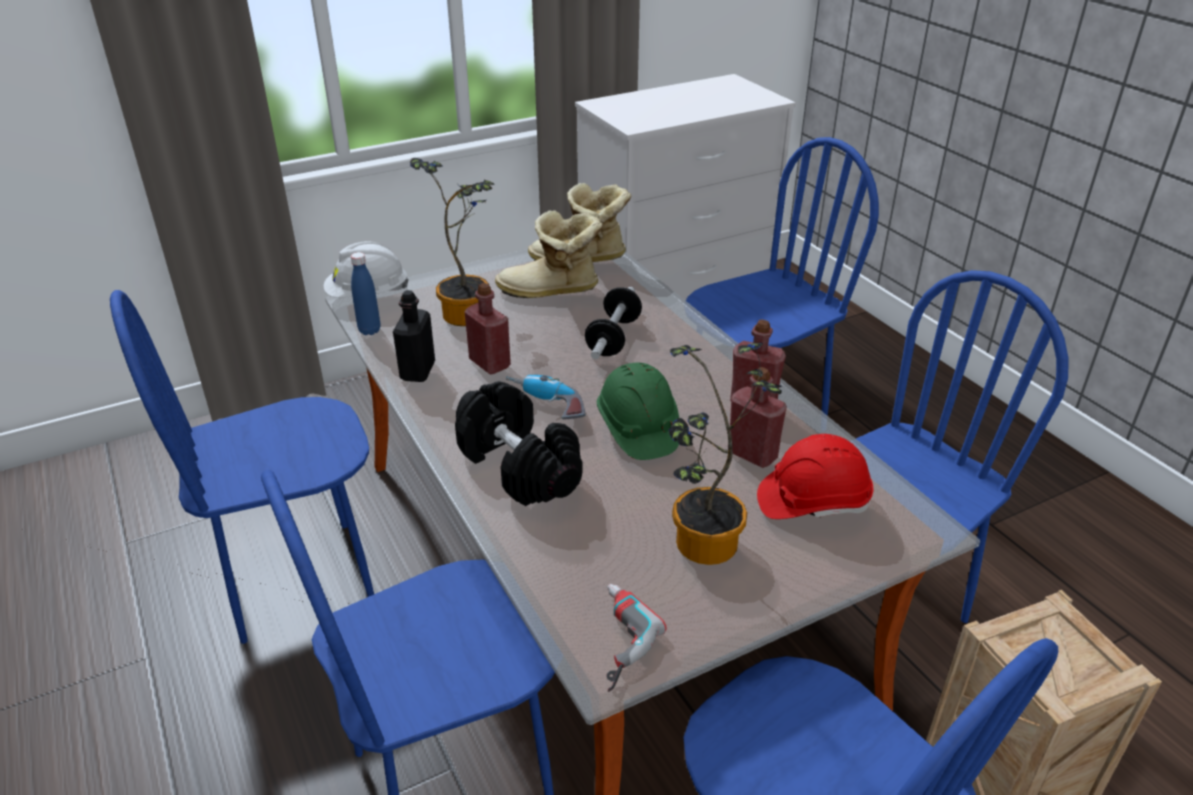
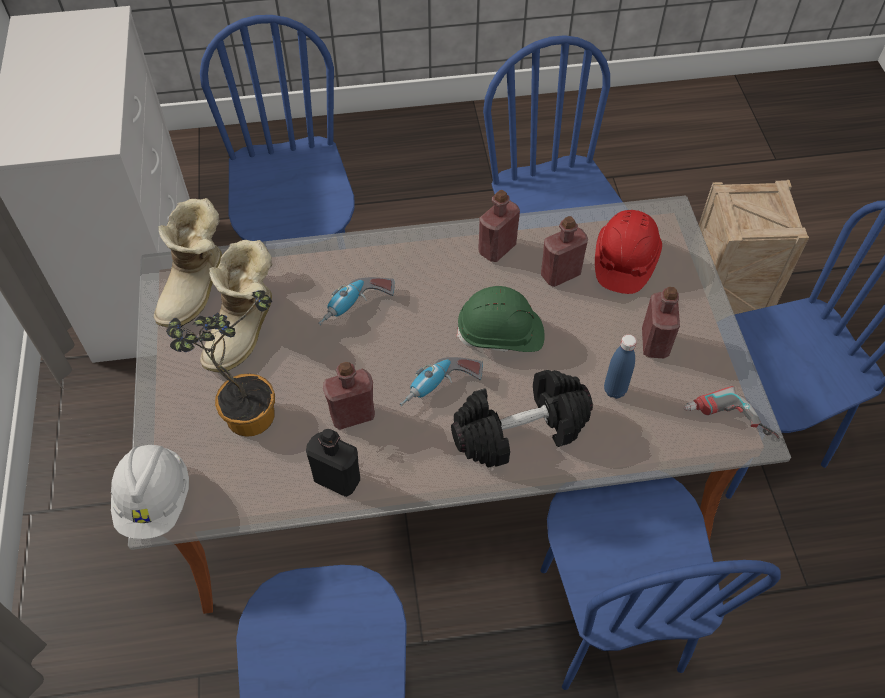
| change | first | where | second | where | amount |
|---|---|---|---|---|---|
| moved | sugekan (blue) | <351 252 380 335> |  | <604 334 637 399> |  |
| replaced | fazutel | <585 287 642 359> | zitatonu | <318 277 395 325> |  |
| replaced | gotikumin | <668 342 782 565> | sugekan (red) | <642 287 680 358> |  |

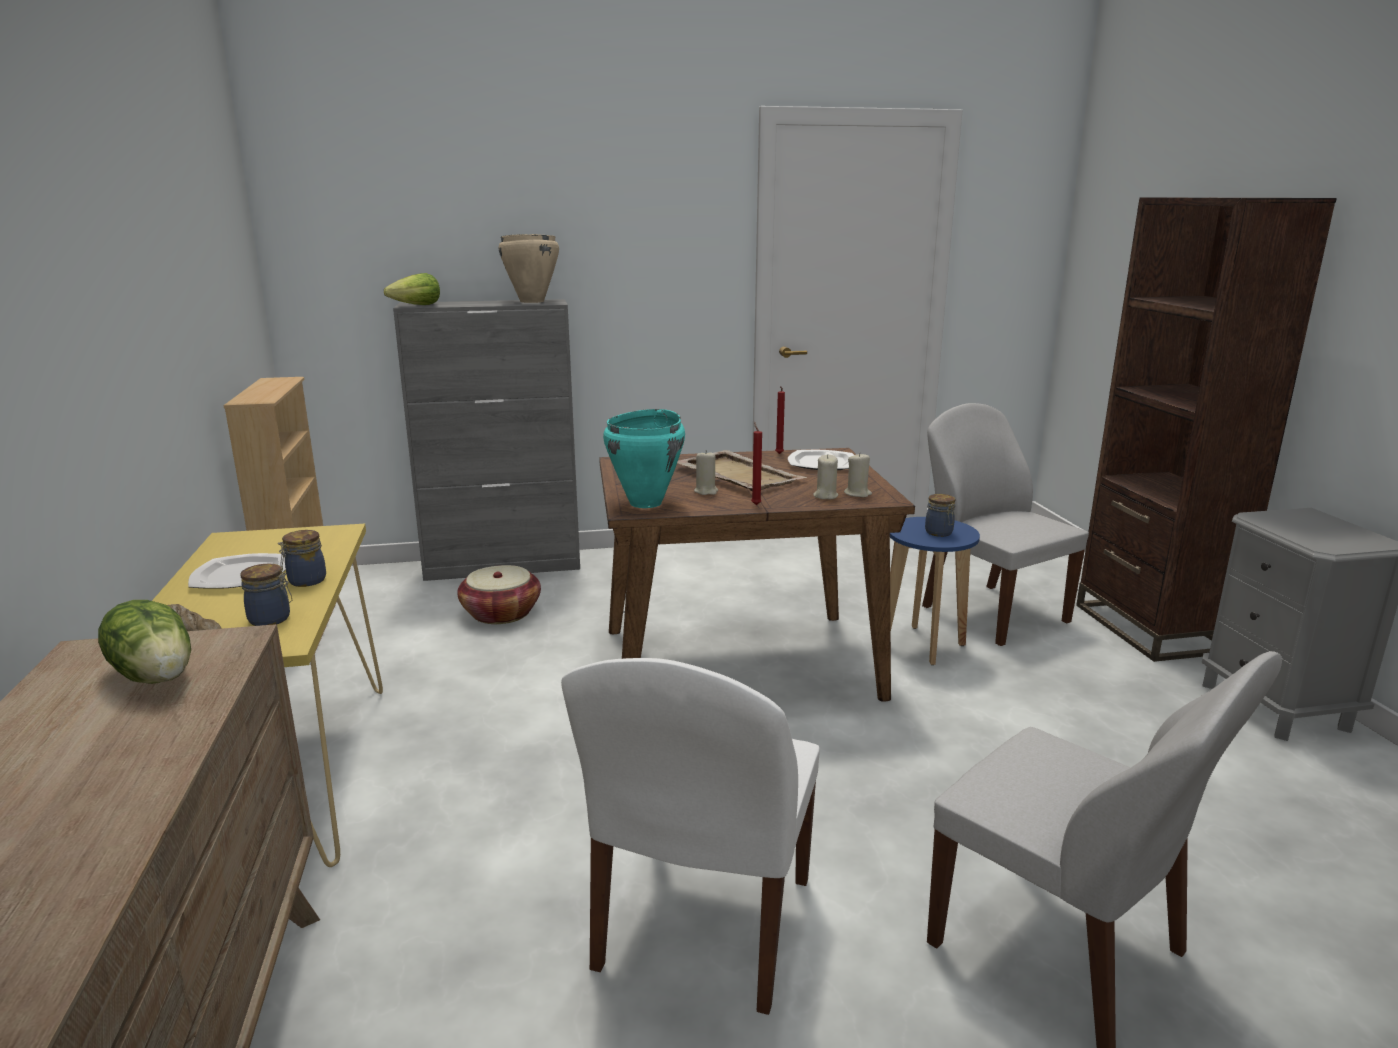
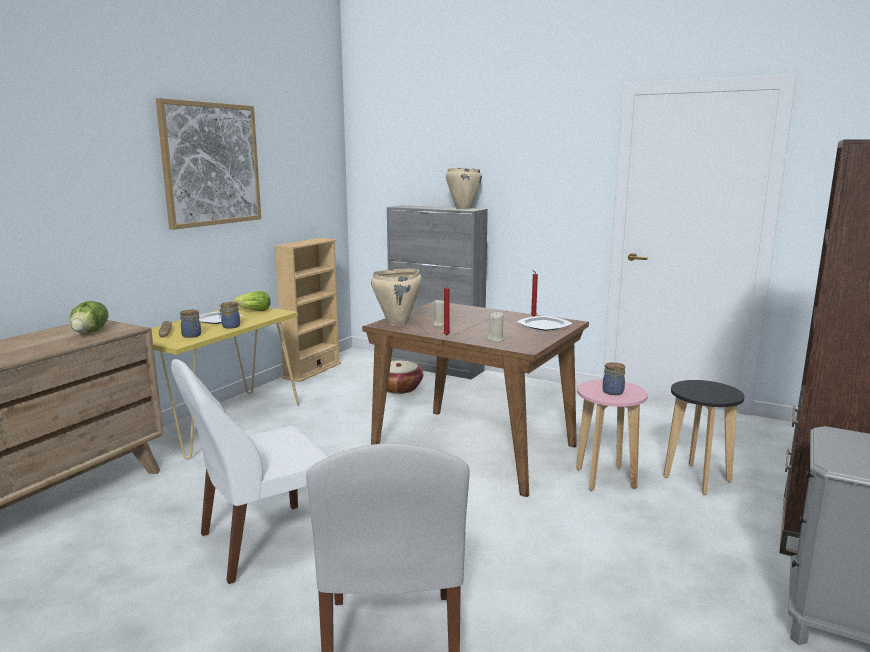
| change | first | where | second | where | amount |
|---|---|---|---|---|---|
| moved | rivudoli | <384 273 440 305> |  | <233 291 271 311> |  |
| replaced | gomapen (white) | <922 403 1089 646> | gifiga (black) | <663 380 745 495> |  |
| recoloured | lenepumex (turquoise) | <603 409 685 508> | lenepumex (beige) | <371 269 422 326> |  |
| removed | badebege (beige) | <677 450 807 491> |  |  |  |
| removed | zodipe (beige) | <844 453 872 497> |  |  |  |
| recoloured | gifiga (blue) | <890 517 980 665> | gifiga (pink) | <576 380 648 491> |  |
| added |  |  | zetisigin | <156 98 261 230> |  |

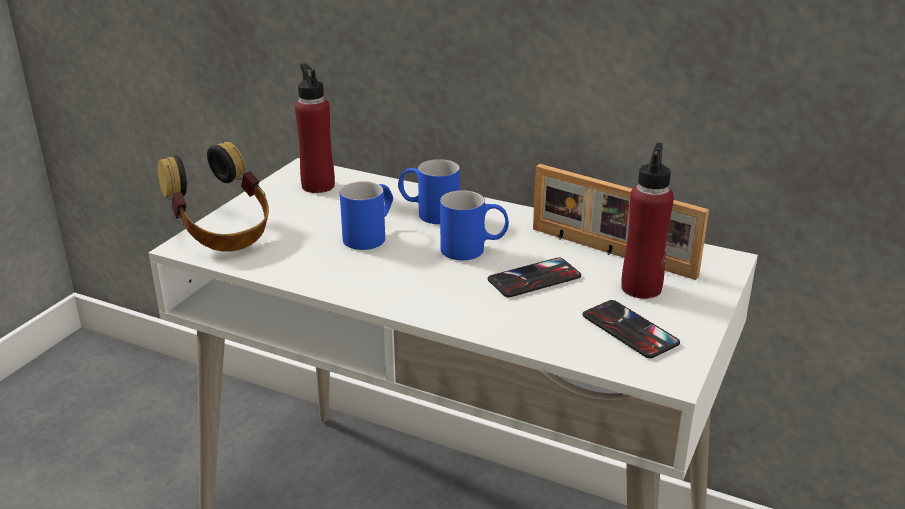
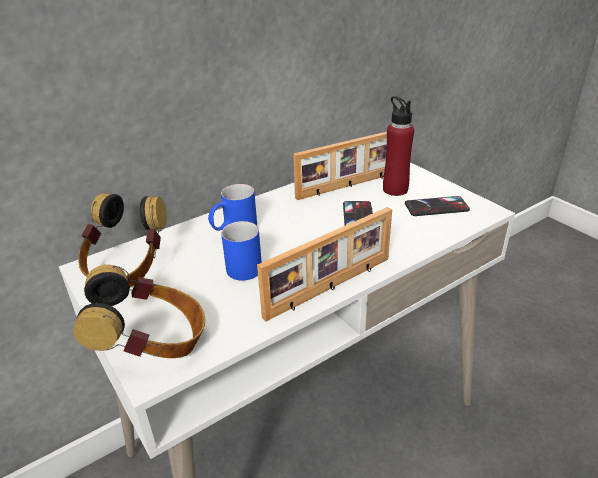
| change | first | where | second | where | amount |
|---|---|---|---|---|---|
| replaced | sugekan (red) | <295 63 335 193> | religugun | <78 193 167 287> |  |
| removed | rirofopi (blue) | <440 190 509 260> |  |  |  |
| added |  |  | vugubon | <257 207 392 322> |  |

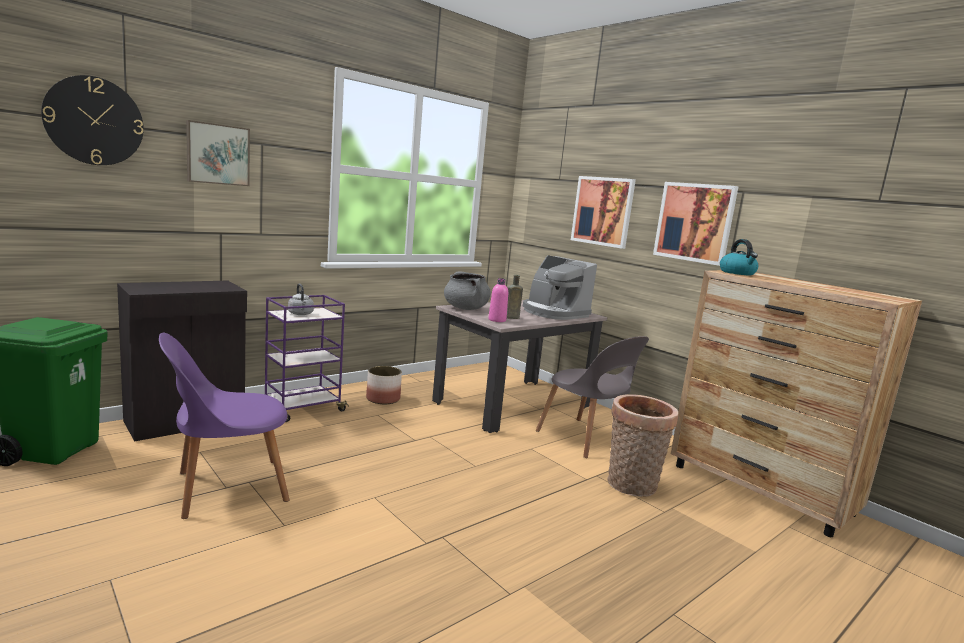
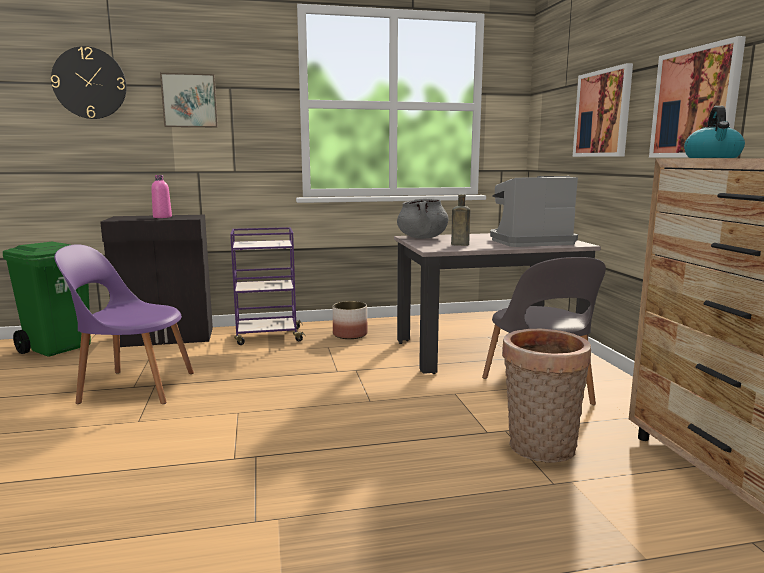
| change | first | where | second | where | amount |
|---|---|---|---|---|---|
| turned | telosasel | <523 255 597 320> |  | <490 176 578 247> | 90 degrees clockwise |
| moved | sugekan (pink) | <488 278 508 322> |  | <151 175 172 218> |  |
| removed | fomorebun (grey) | <288 283 314 315> |  |  |  |

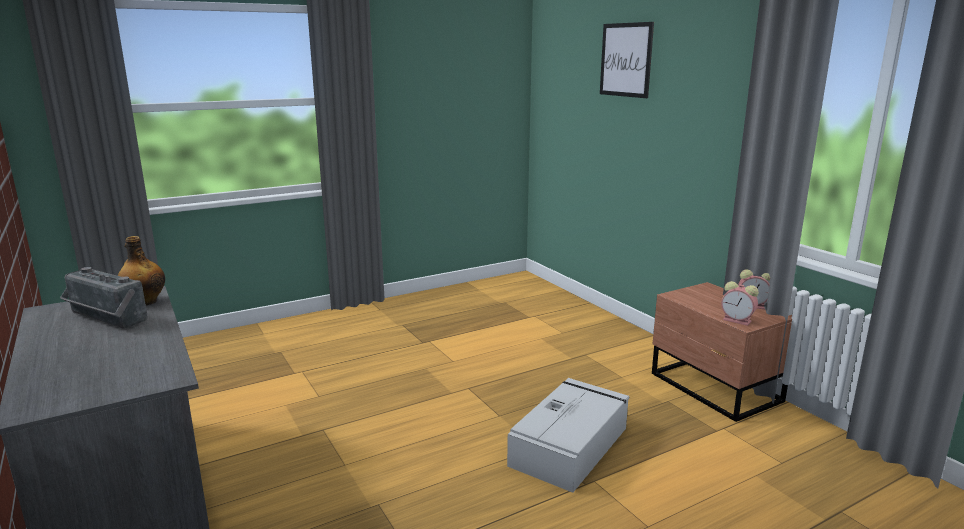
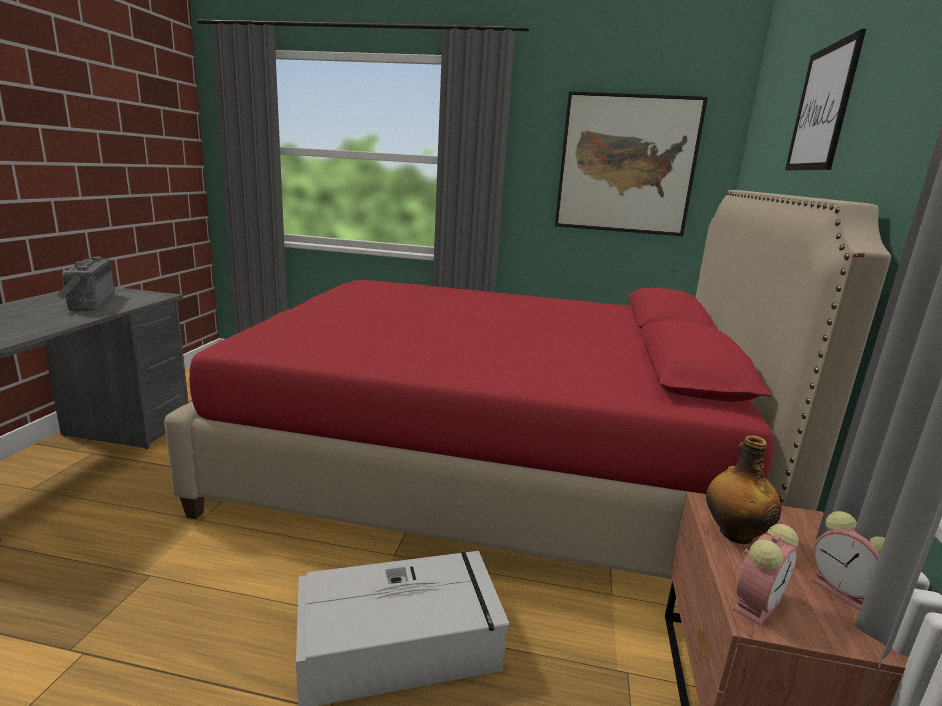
| change | first | where | second | where | amount |
|---|---|---|---|---|---|
| moved | sugekan | <118 236 165 305> |  | <706 435 781 544> |  |
| turned | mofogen | <721 281 759 326> |  | <733 524 799 626> | 120 degrees counterclockwise |
| added |  |  | zetisigin | <555 91 708 236> |  |
| added |  |  | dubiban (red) | <164 190 891 579> |  |

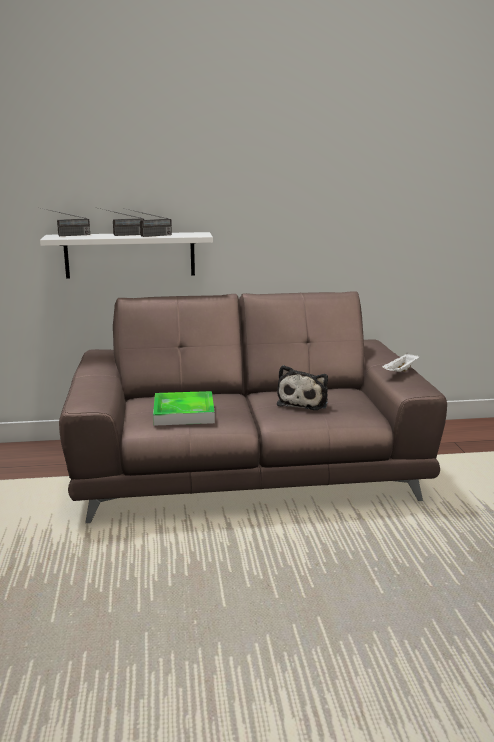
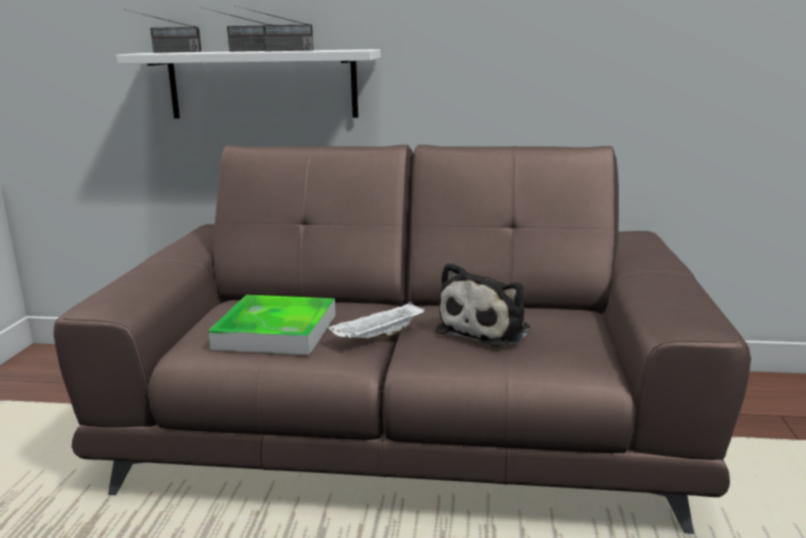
| change | first | where | second | where | amount |
|---|---|---|---|---|---|
| moved | badebege (white) | <382 352 419 372> |  | <328 301 424 339> |  |

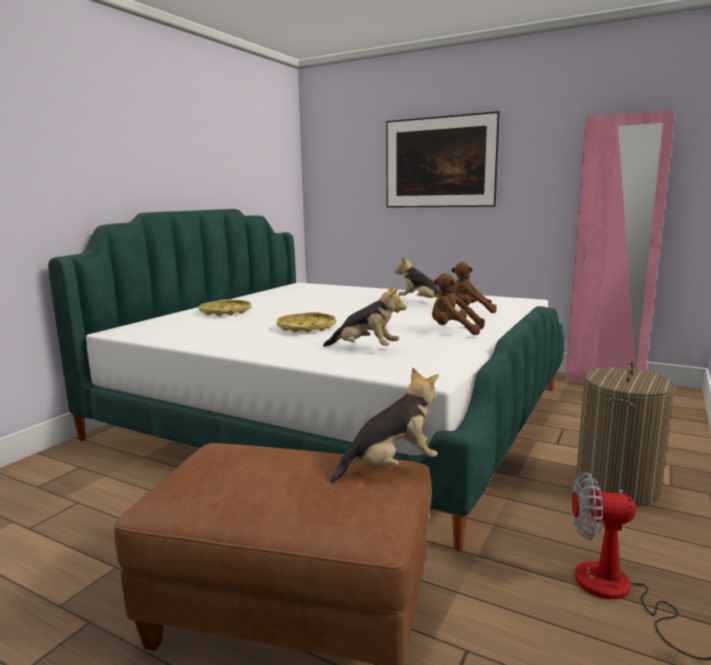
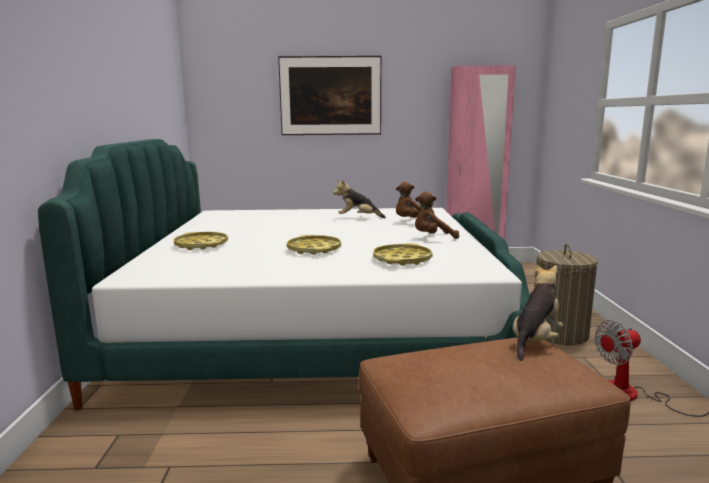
| change | first | where | second | where | amount |
|---|---|---|---|---|---|
| replaced | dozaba | <323 284 407 347> | badebege (yellow) | <373 243 432 266> |  |

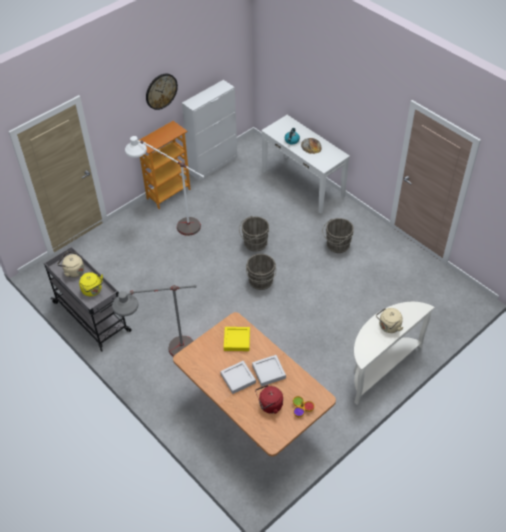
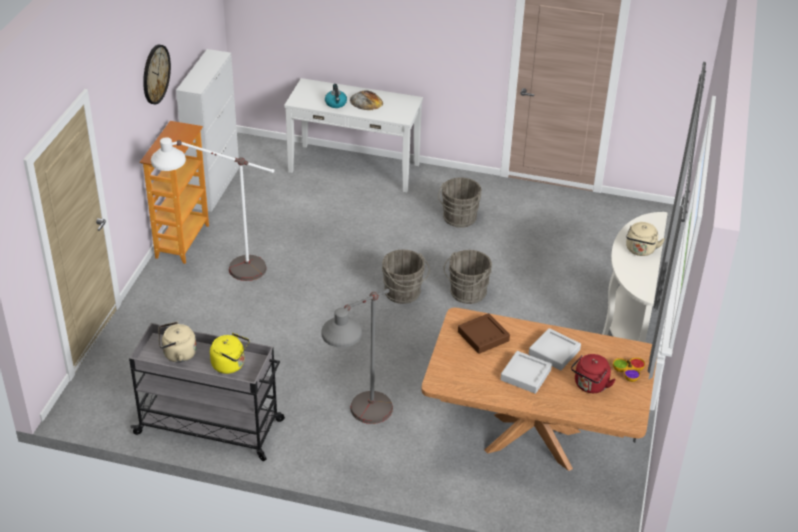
| change | first | where | second | where | amount |
|---|---|---|---|---|---|
| moved | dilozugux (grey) | <239 216 269 251> |  | <444 250 492 304> |  |
| recoloured | badebege (yellow) | <224 327 250 351> | badebege (brown) | <458 313 510 354> |  |

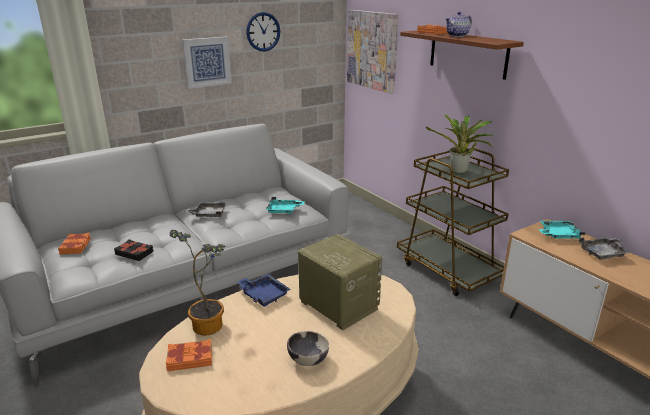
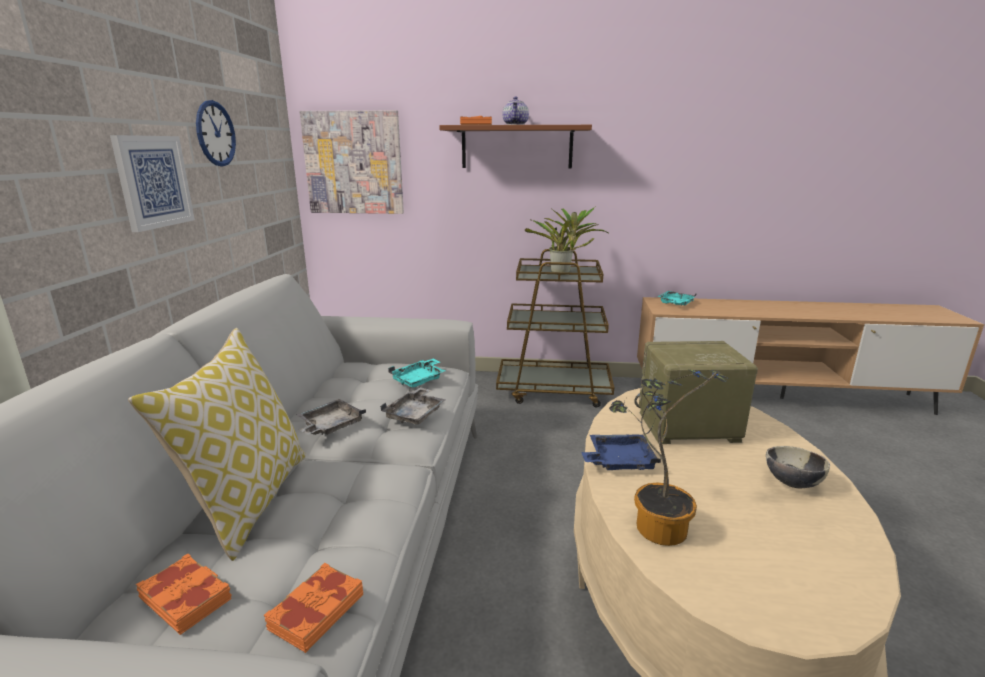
| change | first | where | second | where | amount |
|---|---|---|---|---|---|
| moved | badebege (grey) | <579 237 631 260> |  | <380 387 446 424> |  |
| removed | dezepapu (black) | <114 239 154 261> |  |  |  |
| moved | dezepapu (orange) | <165 339 212 371> |  | <264 563 363 653> |  |
| added |  |  | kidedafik | <128 328 306 561> |  |

